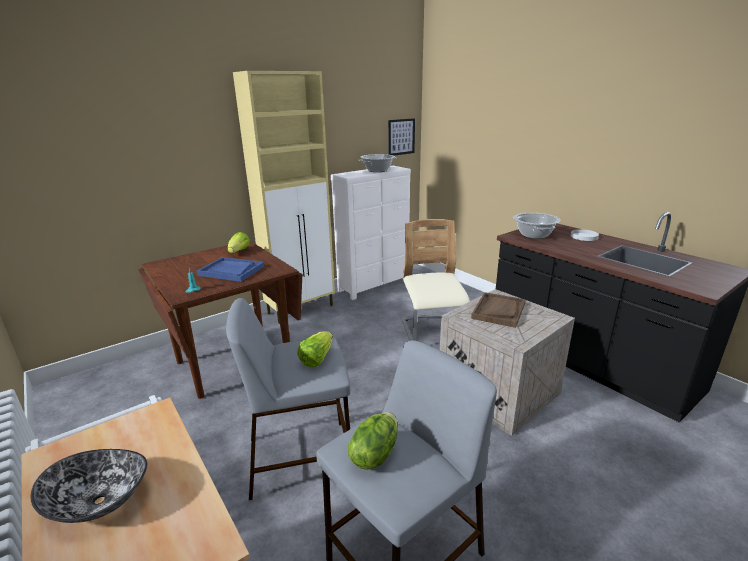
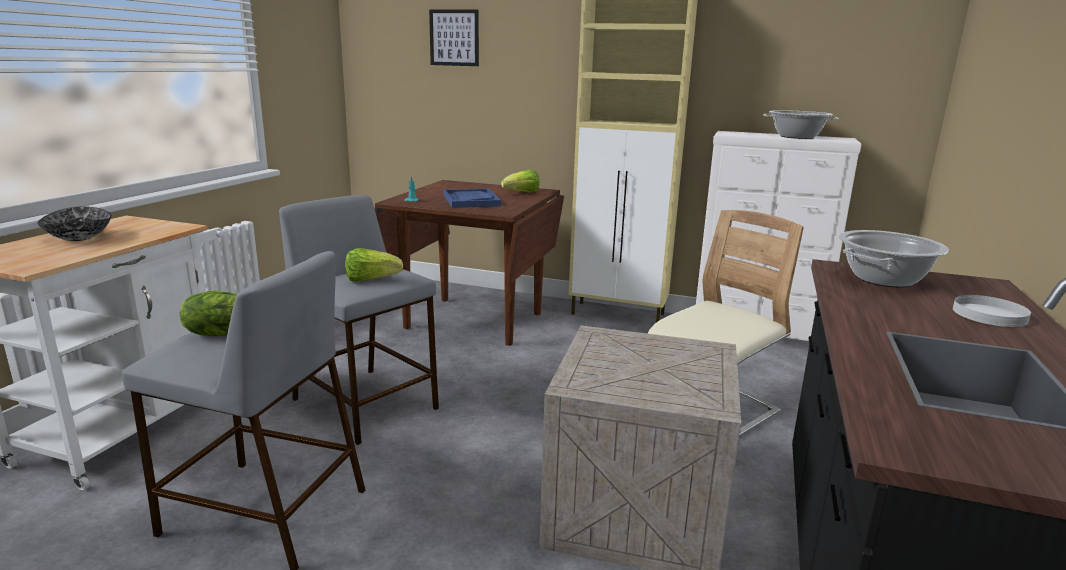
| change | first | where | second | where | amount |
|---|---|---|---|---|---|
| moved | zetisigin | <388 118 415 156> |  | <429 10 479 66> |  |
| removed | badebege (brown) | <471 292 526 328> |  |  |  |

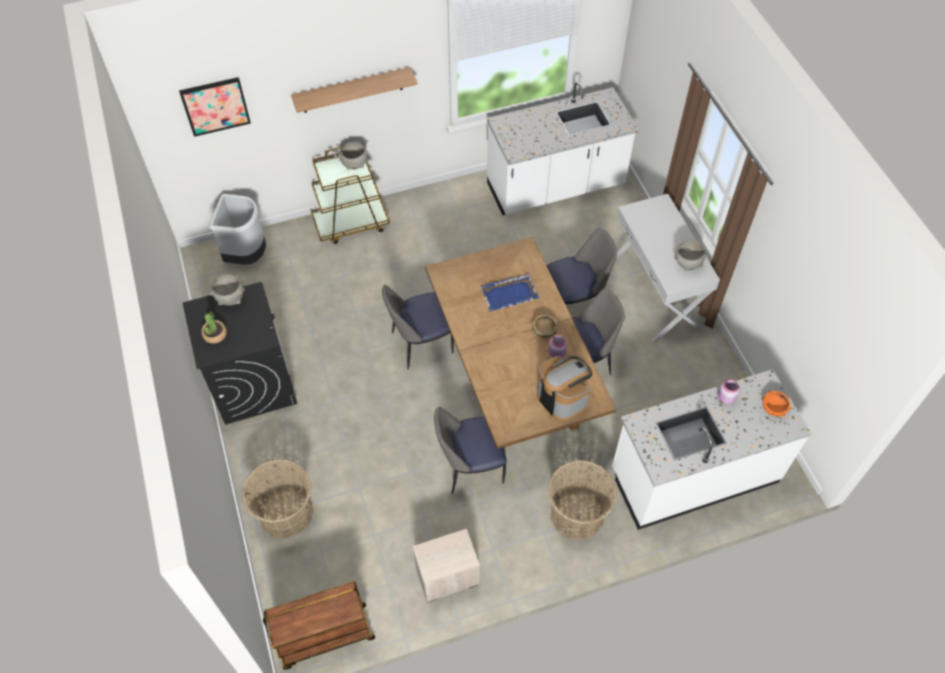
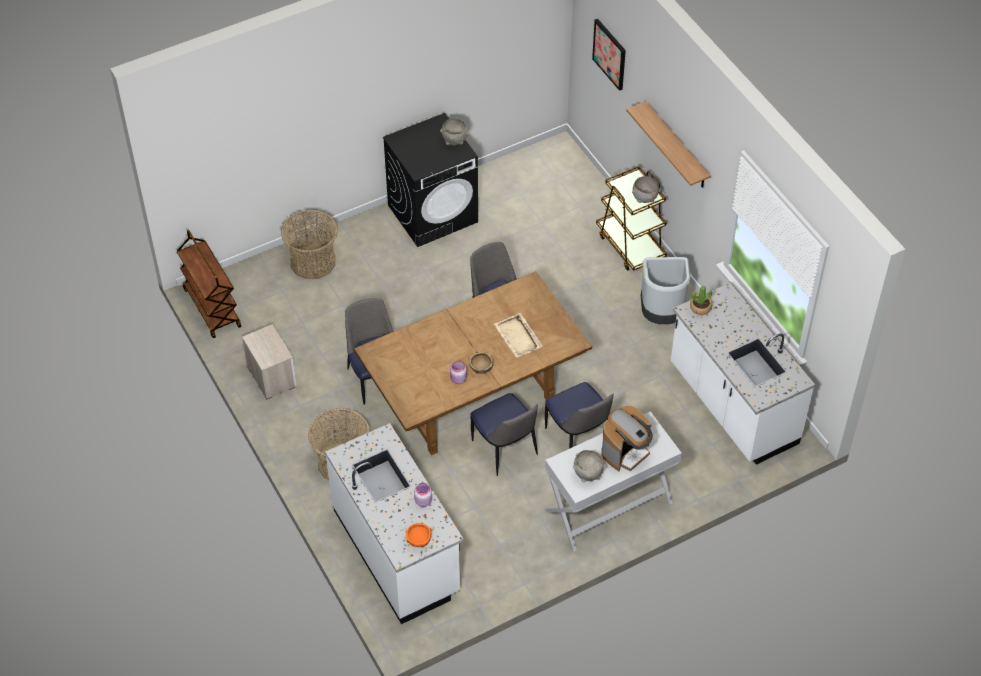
| change | first | where | second | where | amount |
|---|---|---|---|---|---|
| moved | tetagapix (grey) | <209 194 266 264> |  | <641 257 691 324> |  |
| recoloured | badebege (blue) | <481 274 539 312> | badebege (beige) | <493 313 543 358> |  |
| moved | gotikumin | <201 312 227 344> |  | <690 286 712 315> |  |
| moved | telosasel | <537 356 593 422> |  | <601 406 653 471> |  |

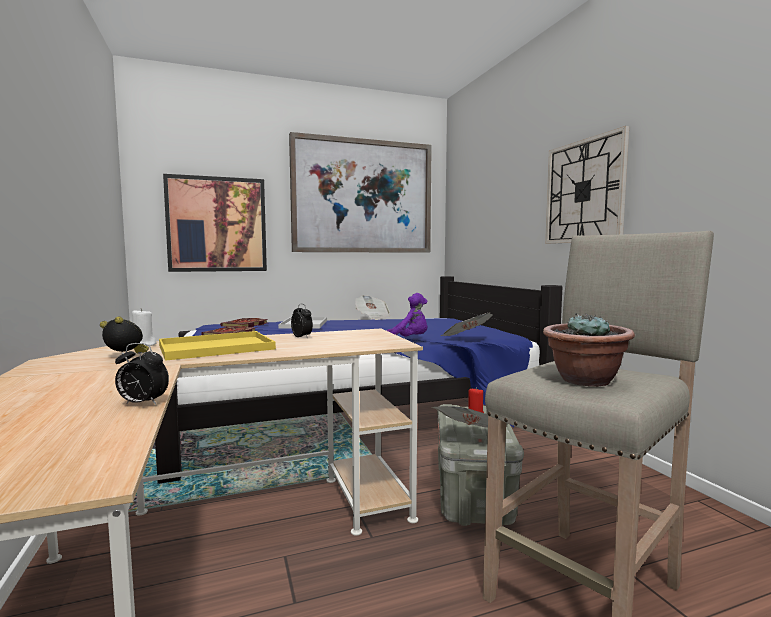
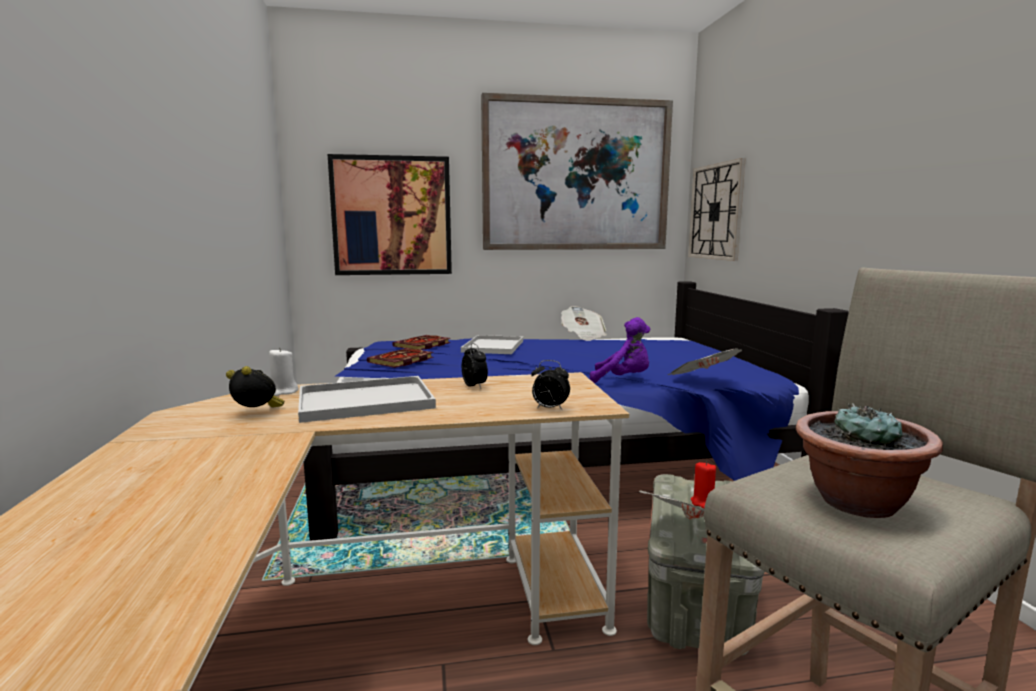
| change | first | where | second | where | amount |
|---|---|---|---|---|---|
| moved | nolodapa | <545 126 629 244> |  | <688 158 746 261> |  |
| recoloured | badebege (yellow) | <159 331 276 361> | badebege (white) | <298 376 436 423> |  |
| moved | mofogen | <115 343 169 405> |  | <531 360 570 411> |  |

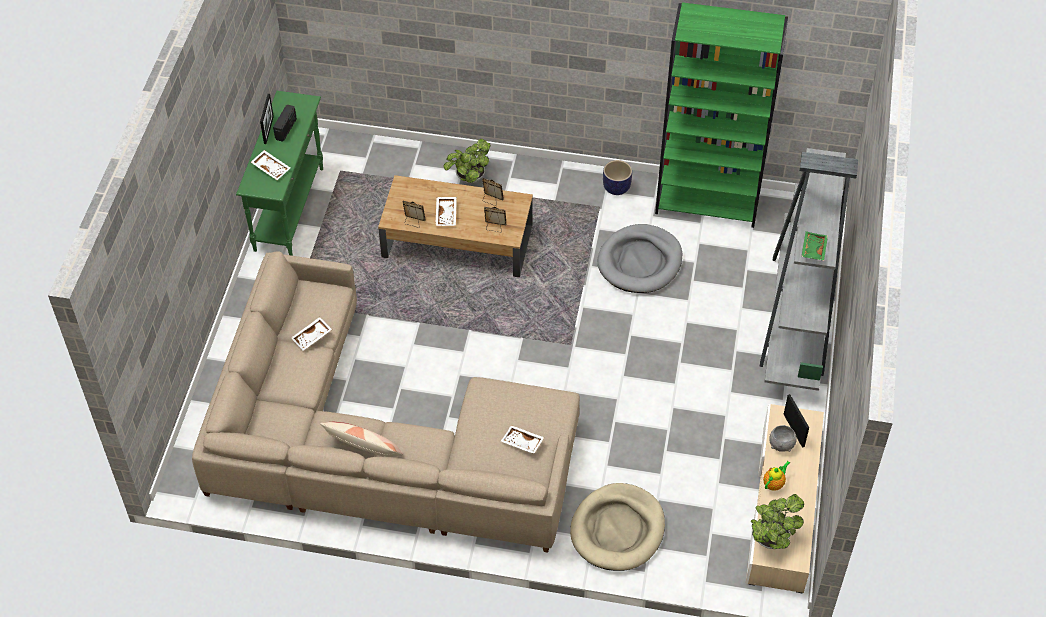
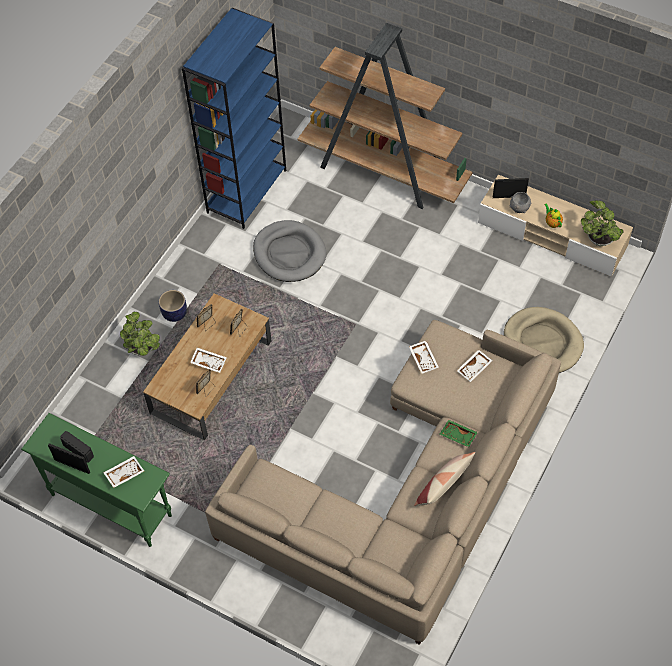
| change | first | where | second | where | amount |
|---|---|---|---|---|---|
| recoloured | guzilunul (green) | <655 2 788 228> | guzilunul (blue) | <182 8 286 229> |  |
| recoloured | guzilunul (grey) | <760 148 858 391> | guzilunul (brown) | <297 23 472 209> |  |
| moved | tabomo | <603 160 632 195> |  | <159 290 187 322> |  |
| moved | badebege (green) | <801 231 828 261> |  | <440 420 478 447> |  |
| moved | badebege (white) | <291 317 332 350> |  | <409 341 439 374> |  |

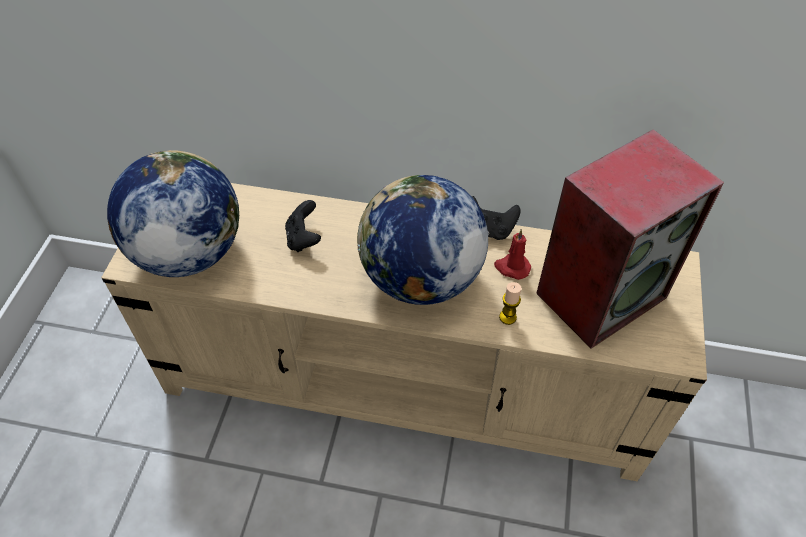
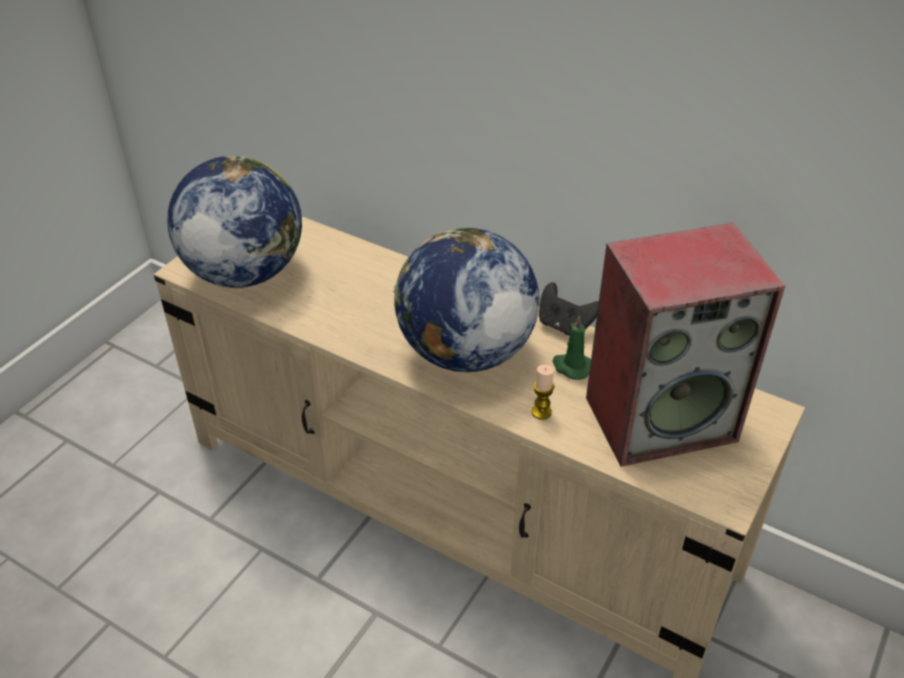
| change | first | where | second | where | amount |
|---|---|---|---|---|---|
| removed | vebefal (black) | <285 200 321 252> |  |  |  |
| recoloured | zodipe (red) | <494 229 531 280> | zodipe (green) | <553 316 591 380> |  |

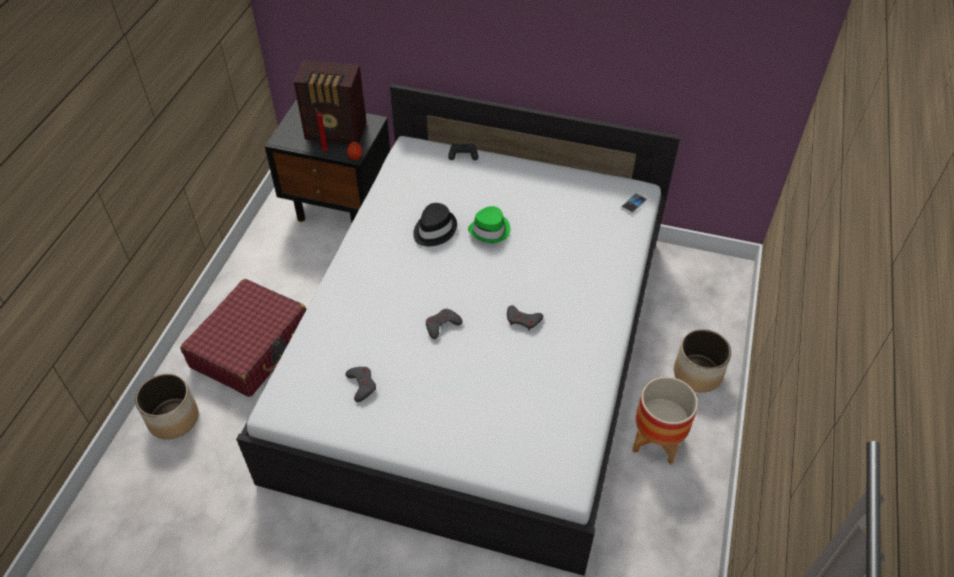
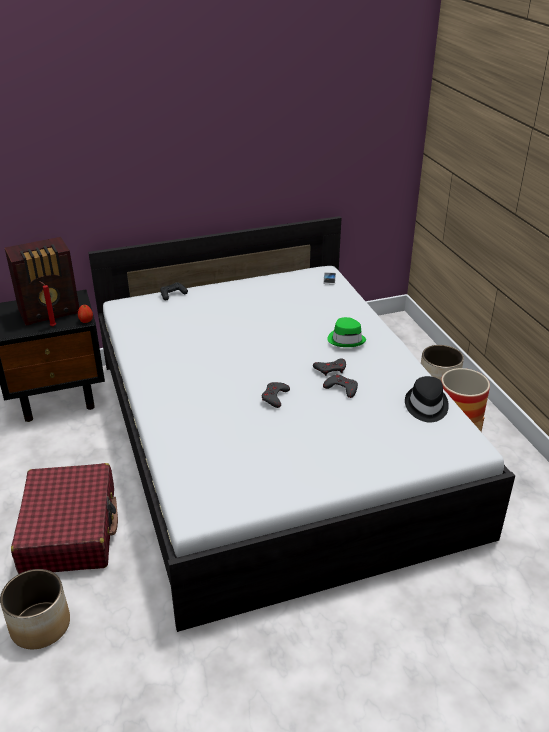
| change | first | where | second | where | amount |
|---|---|---|---|---|---|
| moved | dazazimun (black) | <413 203 457 246> |  | <405 376 449 422> |  |
| moved | dazazimun (green) | <468 206 510 243> |  | <327 317 366 347> |  |
| moved | vebefal (grey) | <345 367 376 402> |  | <323 374 358 398> |  |

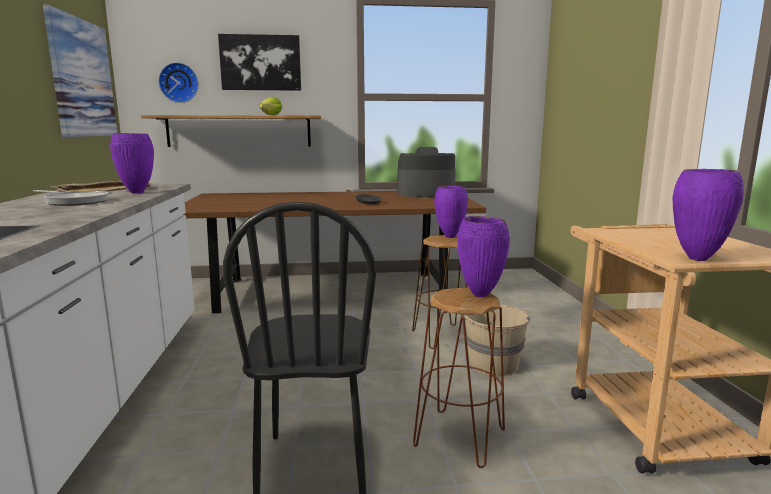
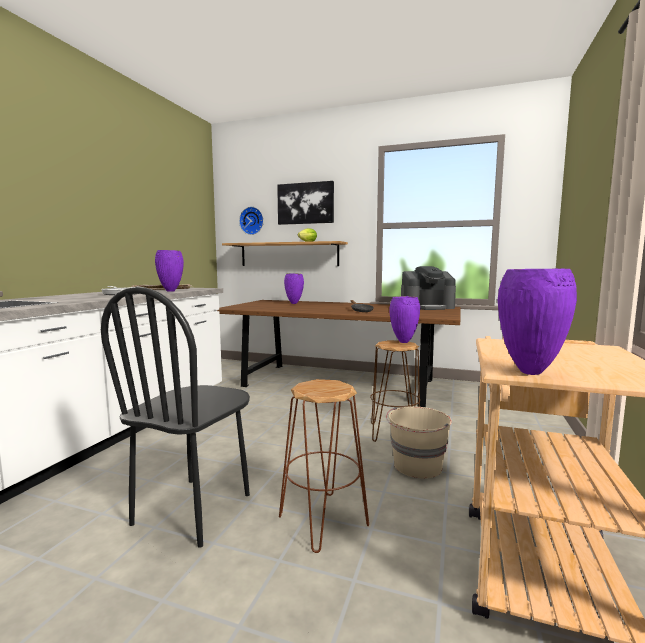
| change | first | where | second | where | amount |
|---|---|---|---|---|---|
| removed | zetisigin | <43 5 117 137> |  |  |  |
| turned | telosasel | <397 147 456 197> |  | <401 266 456 310> | 150 degrees clockwise |
| moved | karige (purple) | <457 216 510 297> |  | <284 273 304 304> |  |

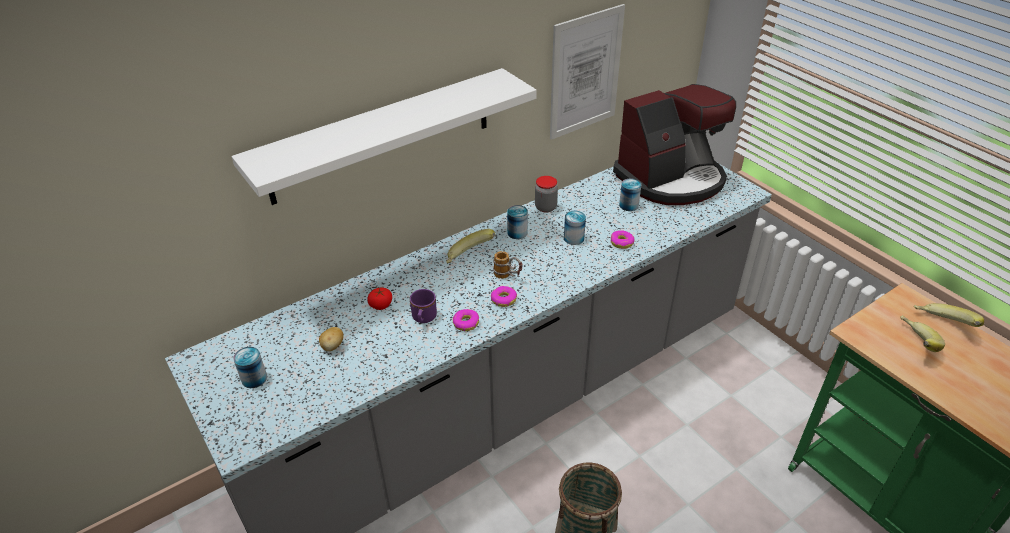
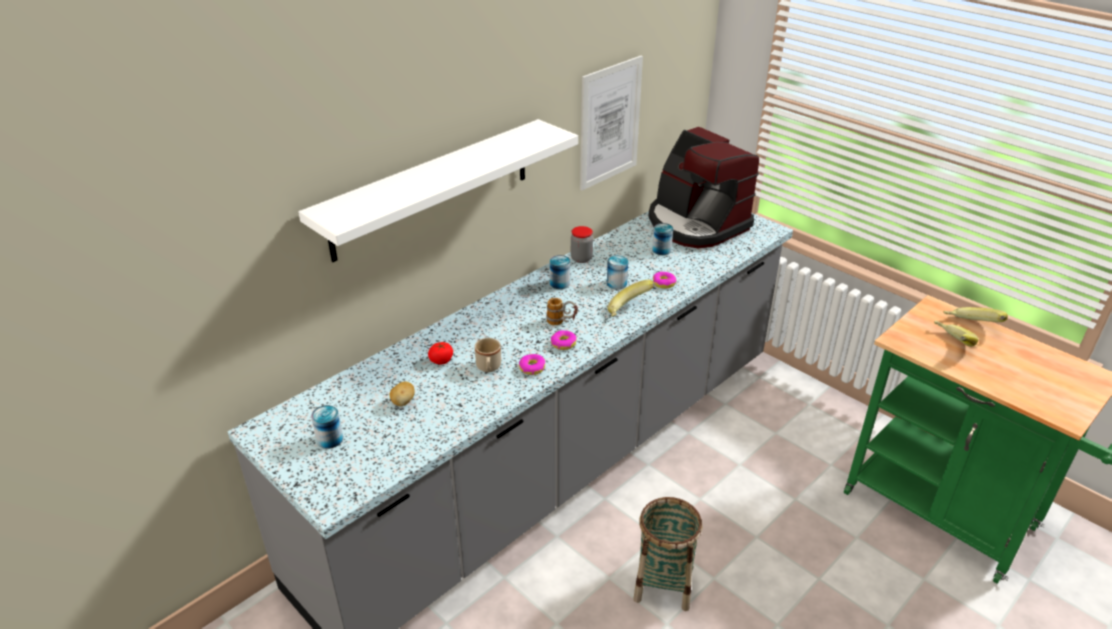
| change | first | where | second | where | amount |
|---|---|---|---|---|---|
| turned | telosasel | <613 84 736 205> |  | <648 127 759 248> | 90 degrees clockwise |
| moved | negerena | <446 229 495 263> |  | <608 280 655 317> |  |
| recoloured | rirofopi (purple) | <410 289 437 323> | rirofopi (beige) | <475 338 501 372> |  |

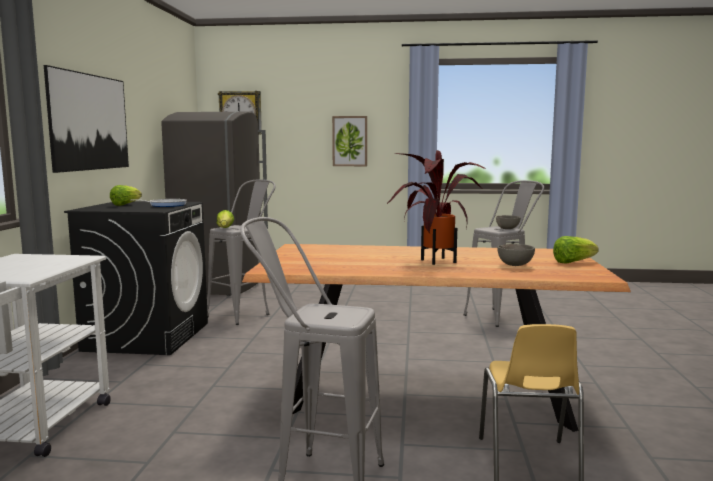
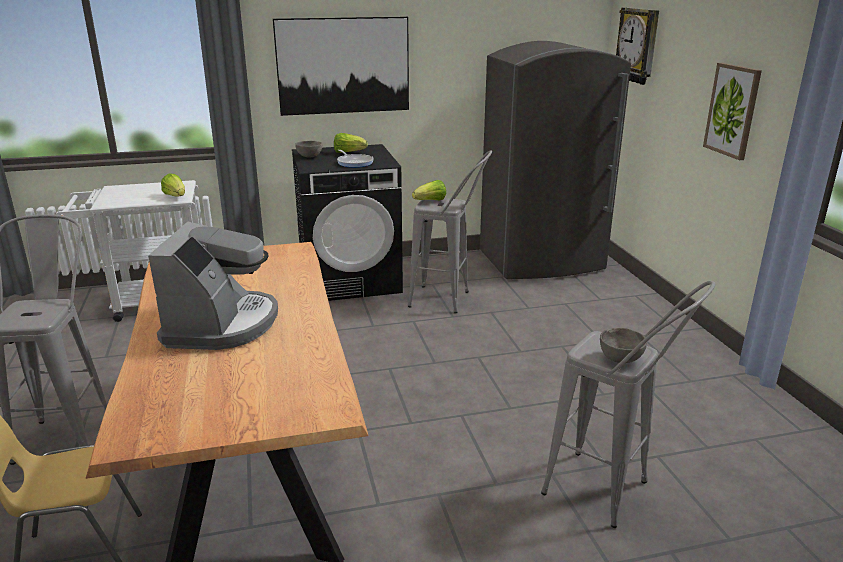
| change | first | where | second | where | amount |
|---|---|---|---|---|---|
| replaced | gotikumin | <387 150 486 265> | telosasel | <148 222 278 350> |  |
| moved | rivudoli | <553 236 599 263> |  | <161 174 185 197> |  |
| moved | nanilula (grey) | <497 244 535 266> |  | <295 141 322 157> |  |

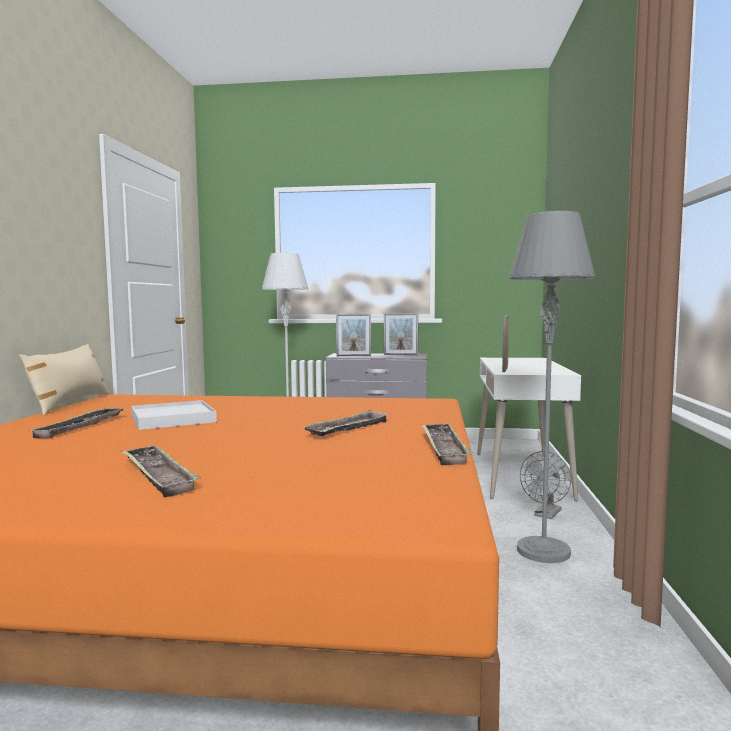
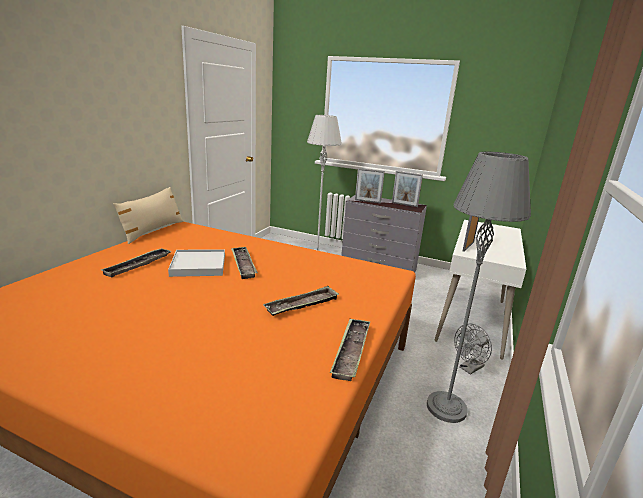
| change | first | where | second | where | amount |
|---|---|---|---|---|---|
| moved | badebege | <121 445 201 497> |  | <231 247 258 279> |  |

